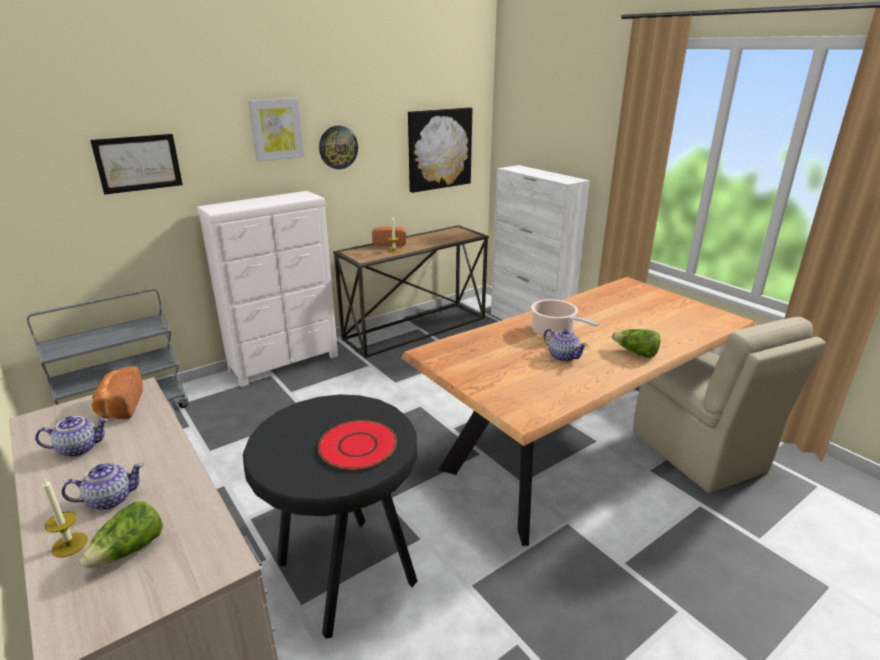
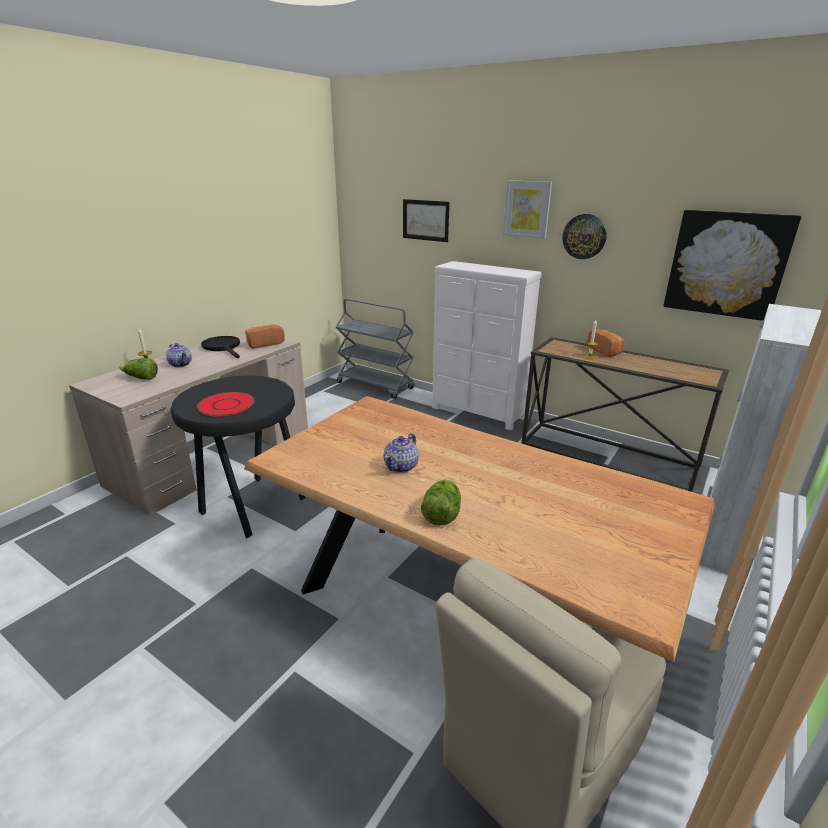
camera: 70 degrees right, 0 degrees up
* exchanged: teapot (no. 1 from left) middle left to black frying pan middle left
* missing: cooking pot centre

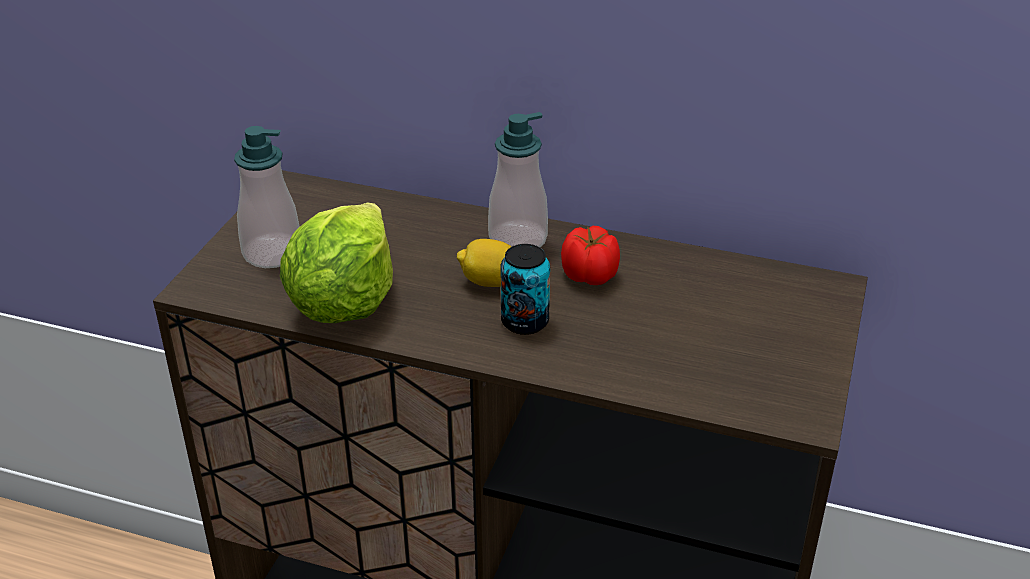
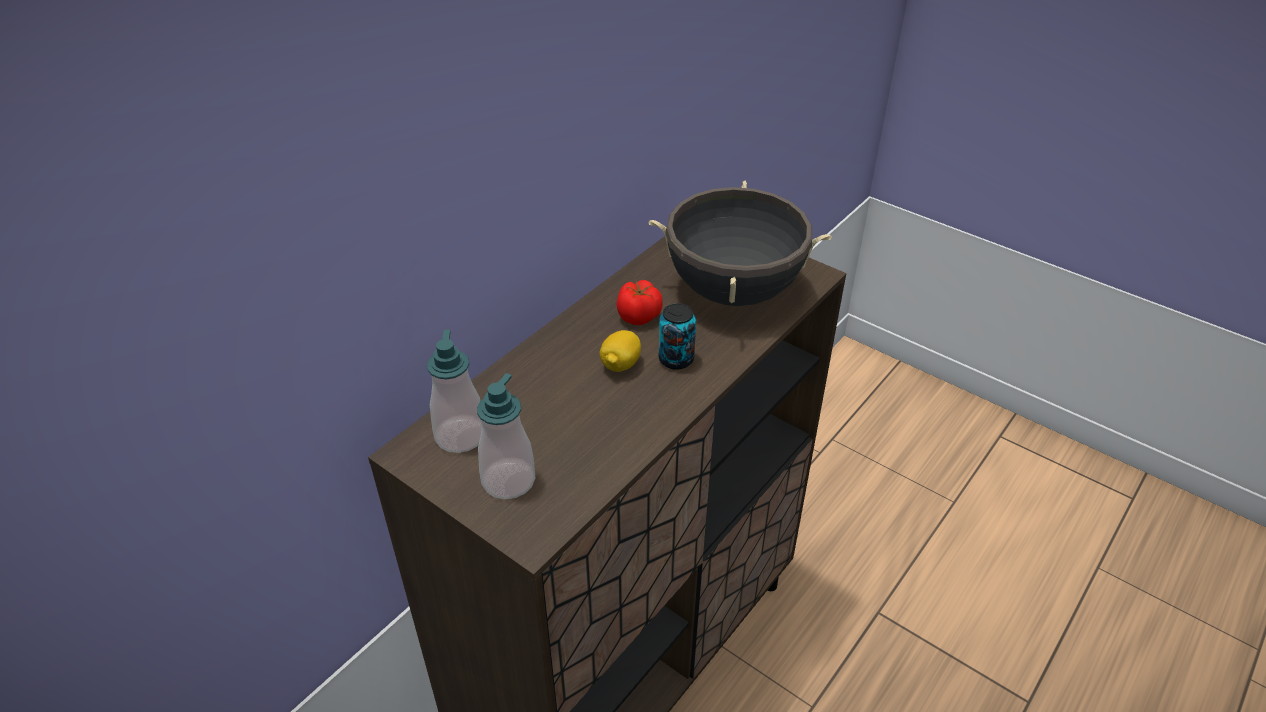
camera: 70 degrees left, 5 degrees up
* relocated: soap dispenser (no. 2 from left in the first image) top centre to soap dispenser (no. 1 from left) centre
* appeared: black cooking pot centre
* missing: lettuce middle left

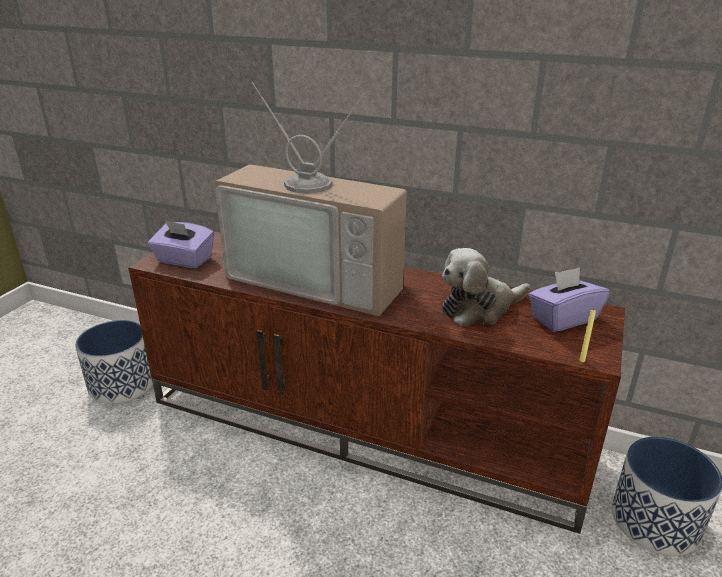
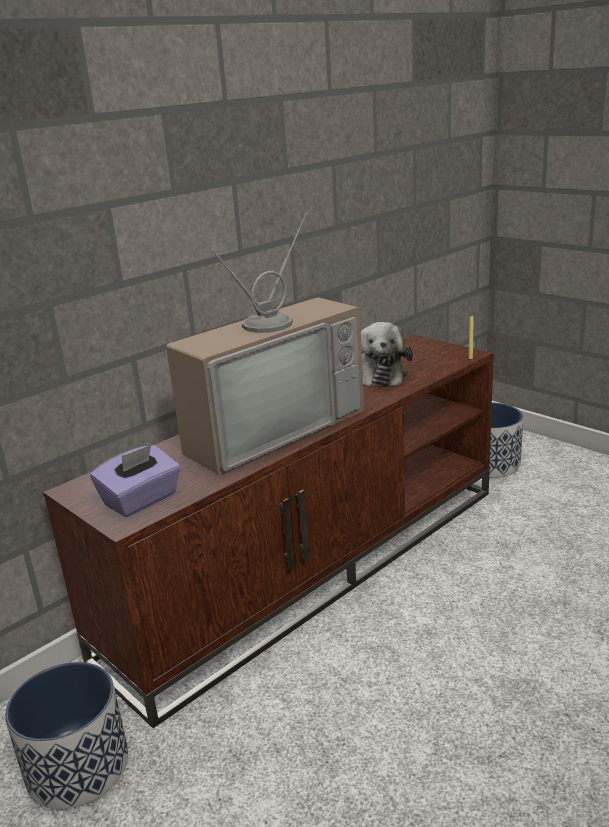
camera: 65 degrees left, 5 degrees down
* missing: purple tissue box (no. 2 from left) middle right

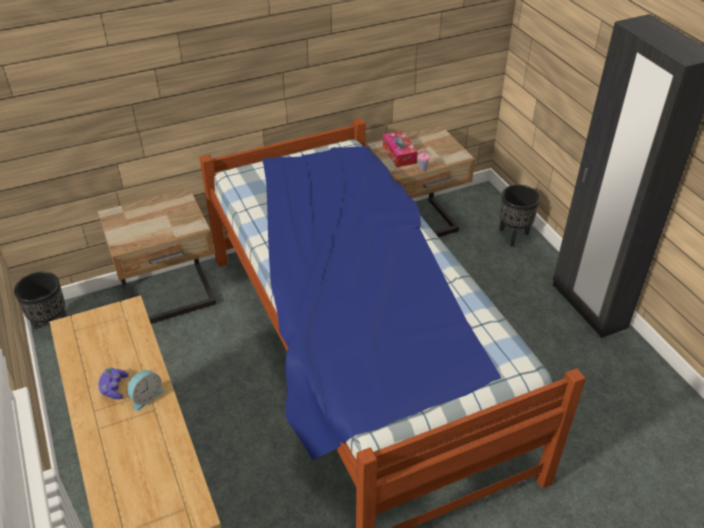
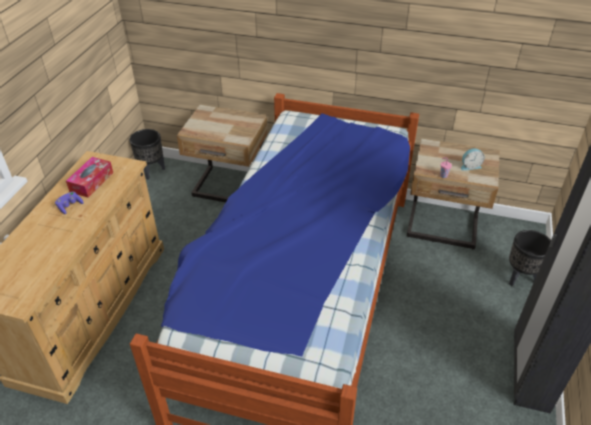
camera: 40 degrees right, 0 degrees up
* relocated: tissue box top centre to middle left
* relocated: alarm clock bottom left to middle right

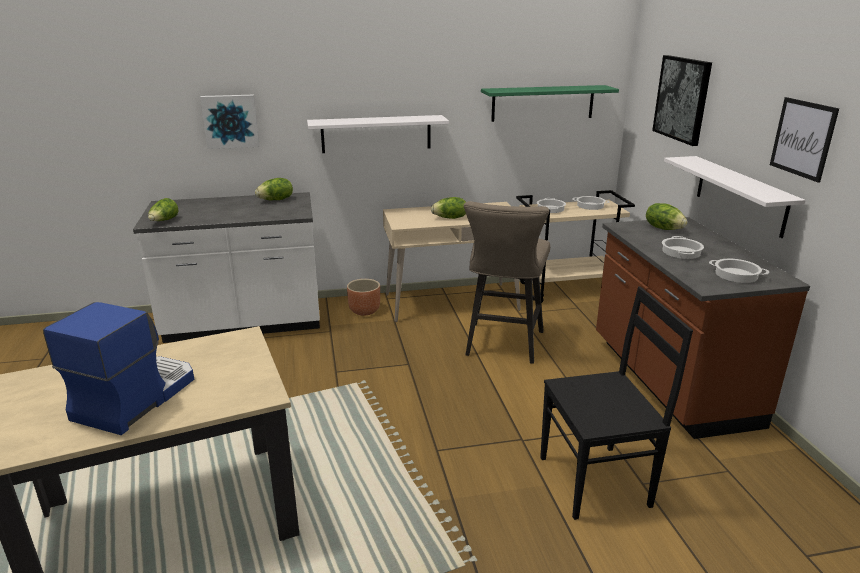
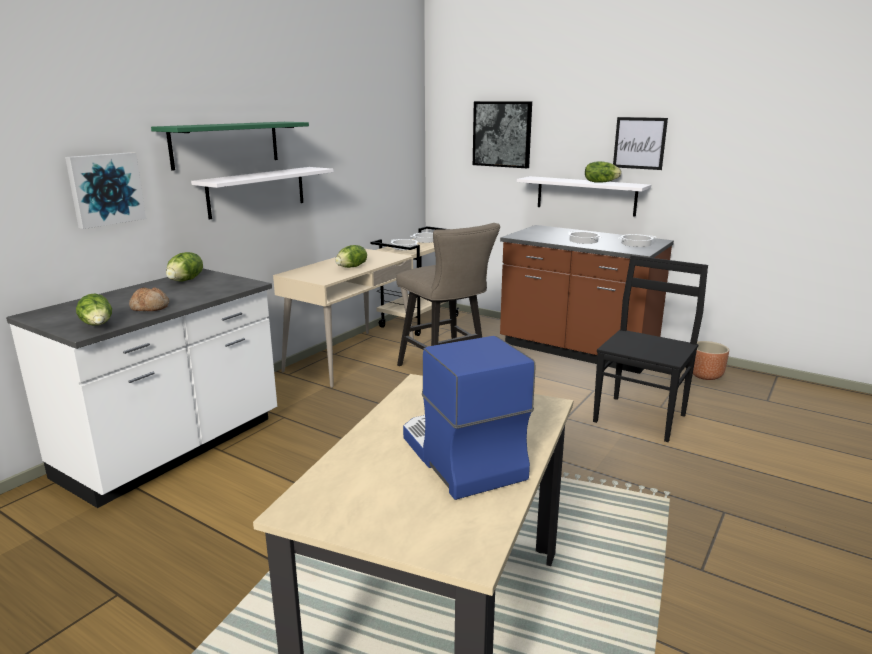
camera: 45 degrees left, 5 degrees down
* appeared: bread middle left
* relocated: green shelf top centre to top left
* relocated: lettuce (no. 4 from left) middle right to top right
* relocated: brown planter centre to middle right

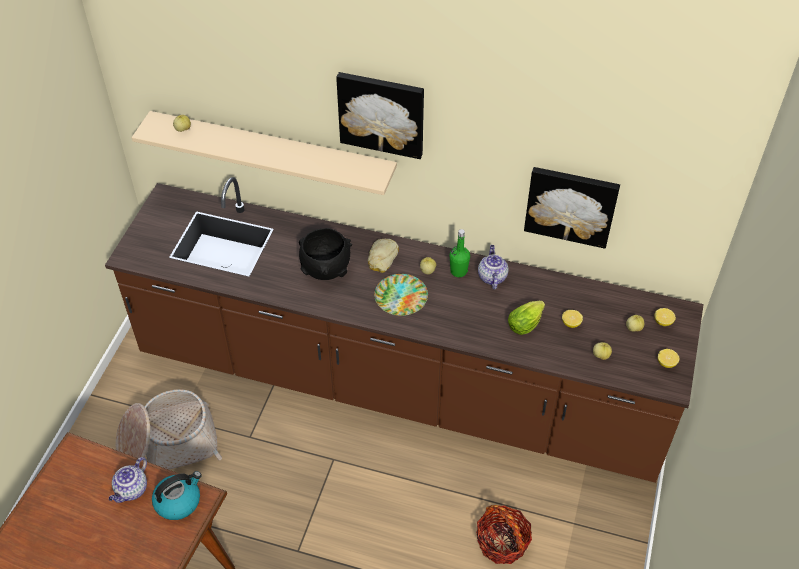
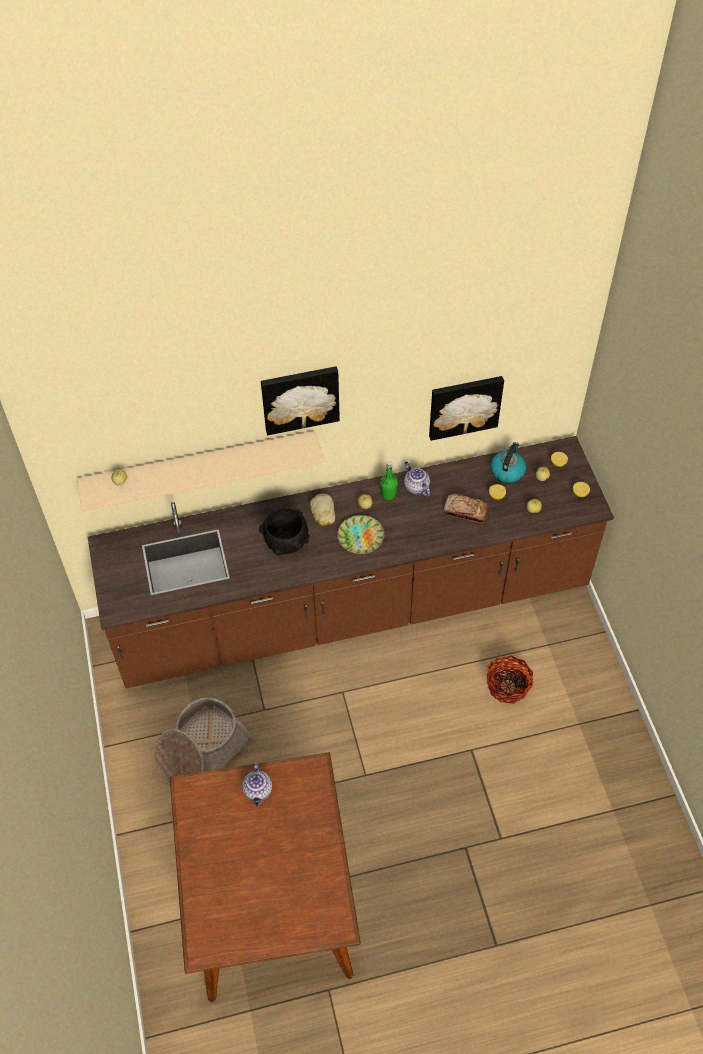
camera: 30 degrees left, 5 degrees up
* exchanged: lettuce centre to bread (no. 2 from left) centre
* relocated: kettle bottom left to middle right

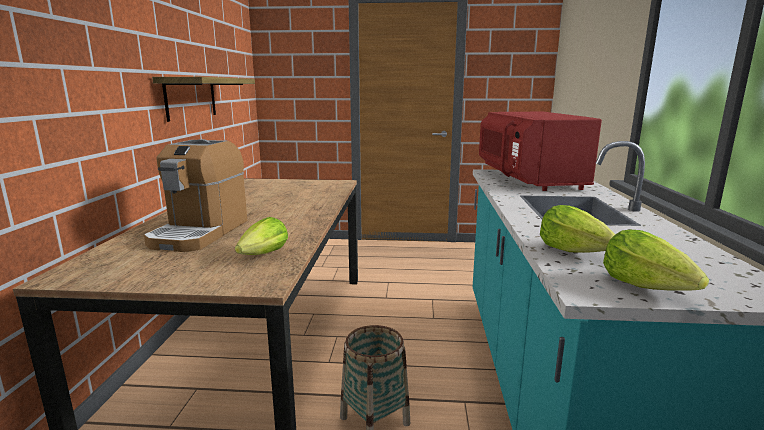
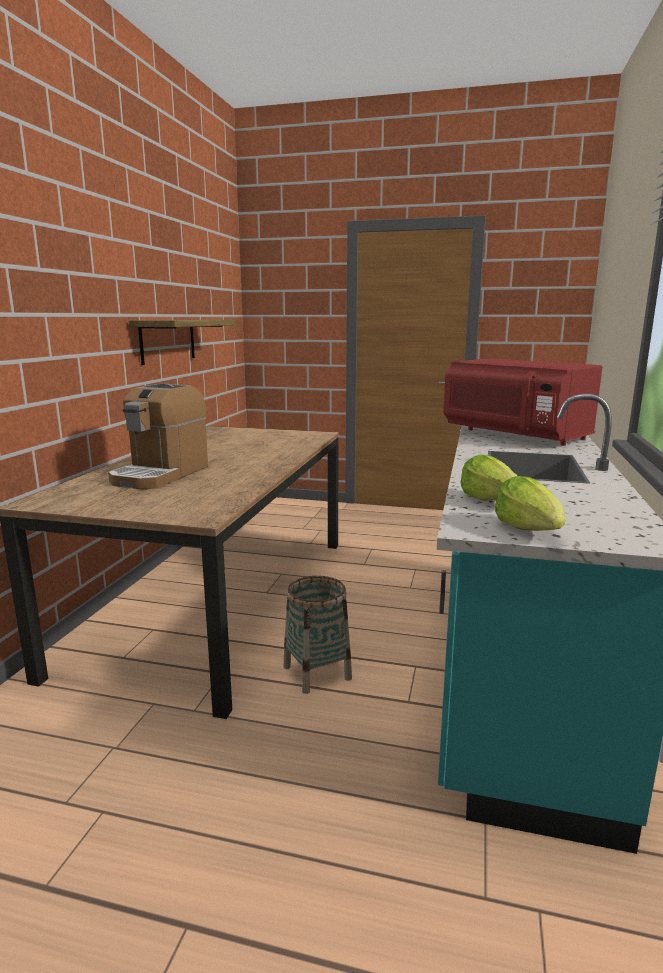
camera: 10 degrees right, 0 degrees up
* spun: red microwave middle right = middle right 45 degrees counterclockwise
* missing: lettuce (no. 1 from left) centre

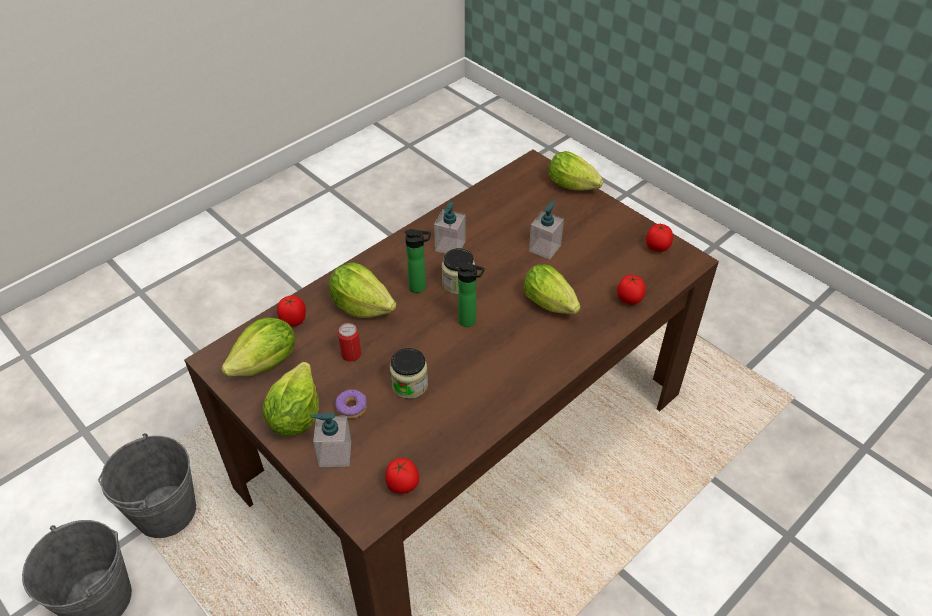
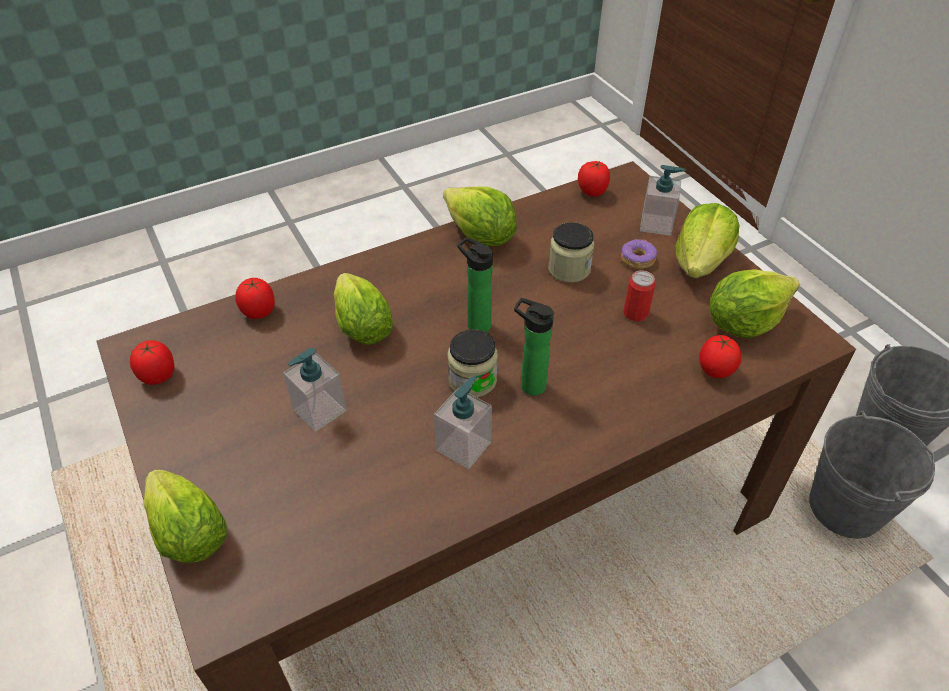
camera: 165 degrees left, 0 degrees up
* relocated: lettuce (no. 3 from left) centre to top centre

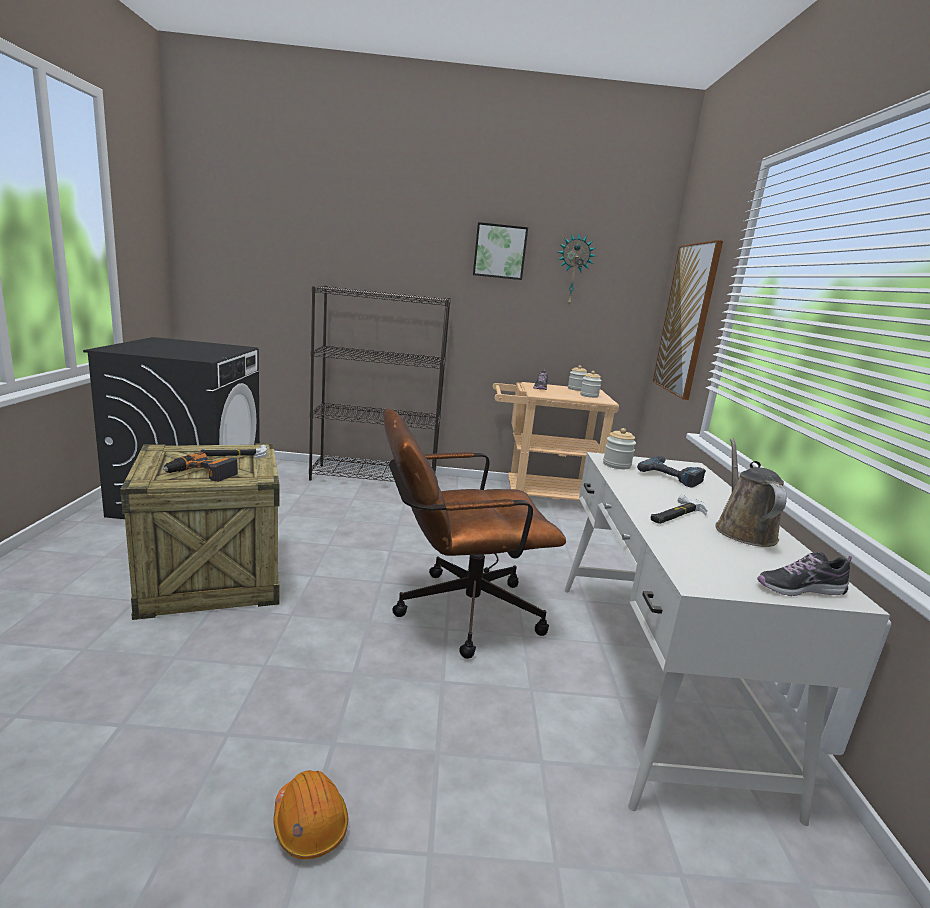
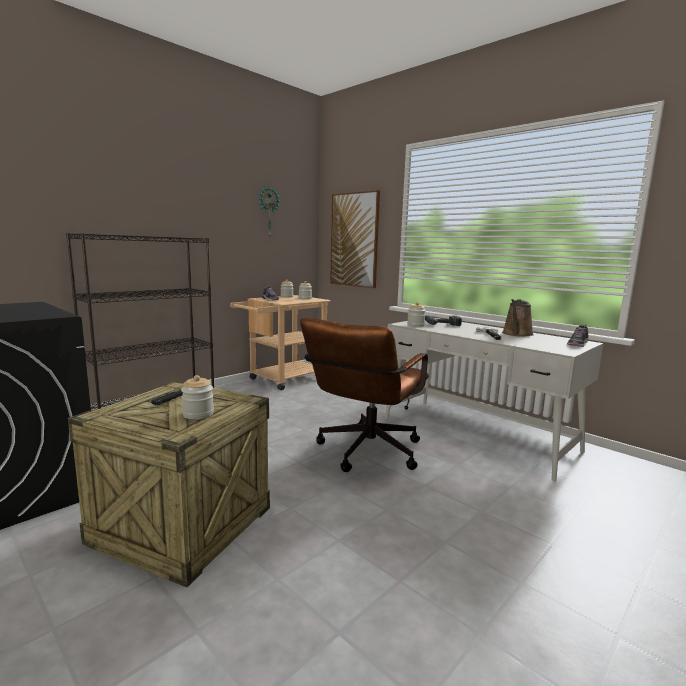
camera: 45 degrees left, 5 degrees down
* exchanged: power drill (no. 1 from left) middle left to jar (no. 1 from left) middle left
* spun: brown watering can middle right = middle right 105 degrees counterclockwise
* missing: orange hard hat bottom centre
* missing: picture (no. 1 from left) top centre

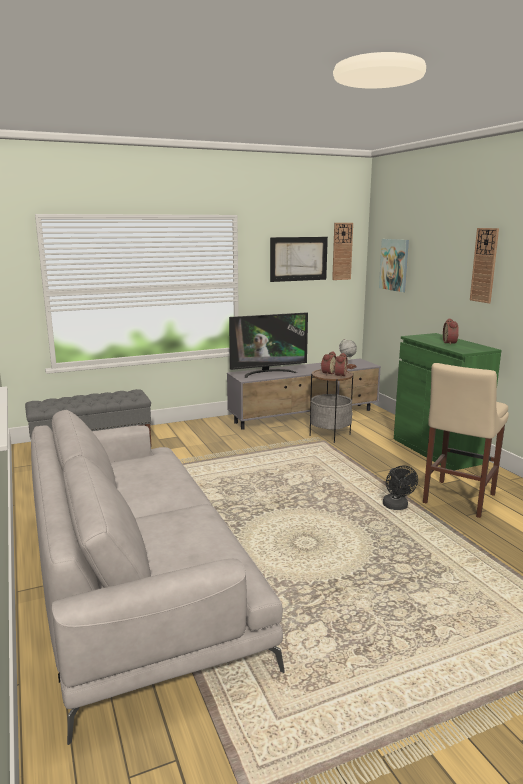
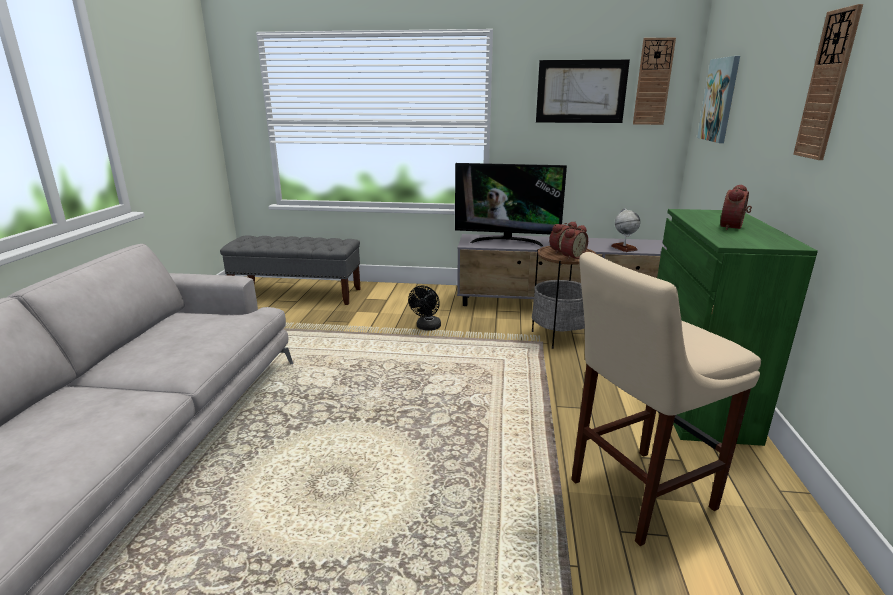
camera: 30 degrees right, 5 degrees up
* relocated: black fan middle right to centre

